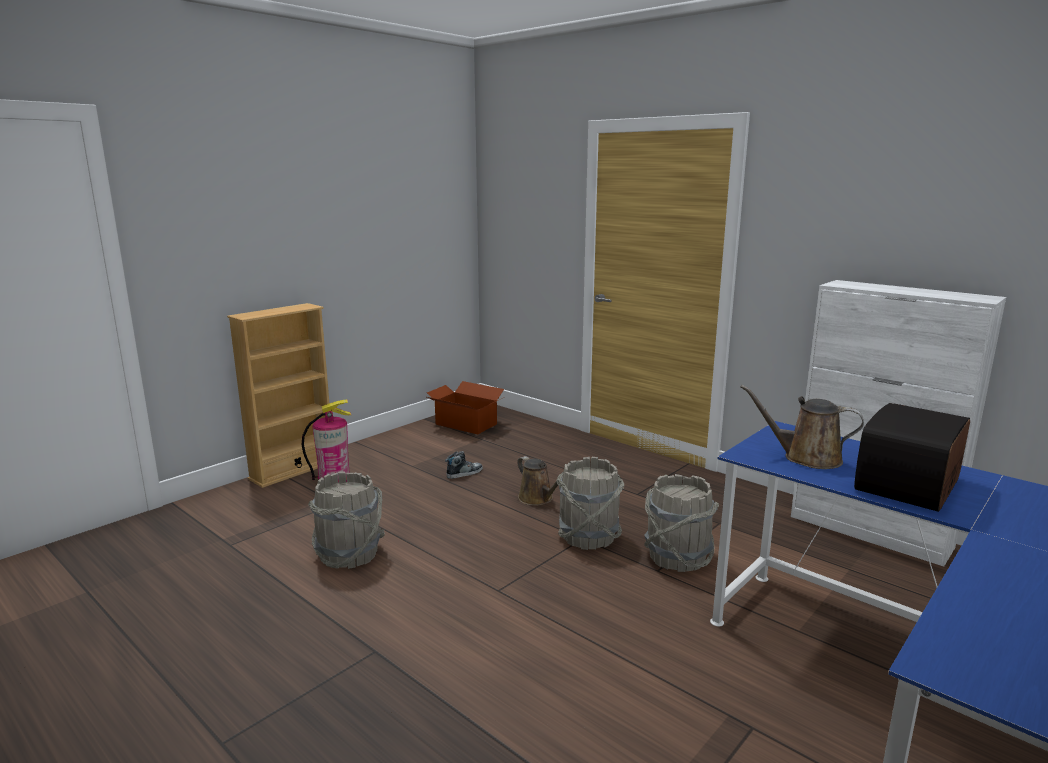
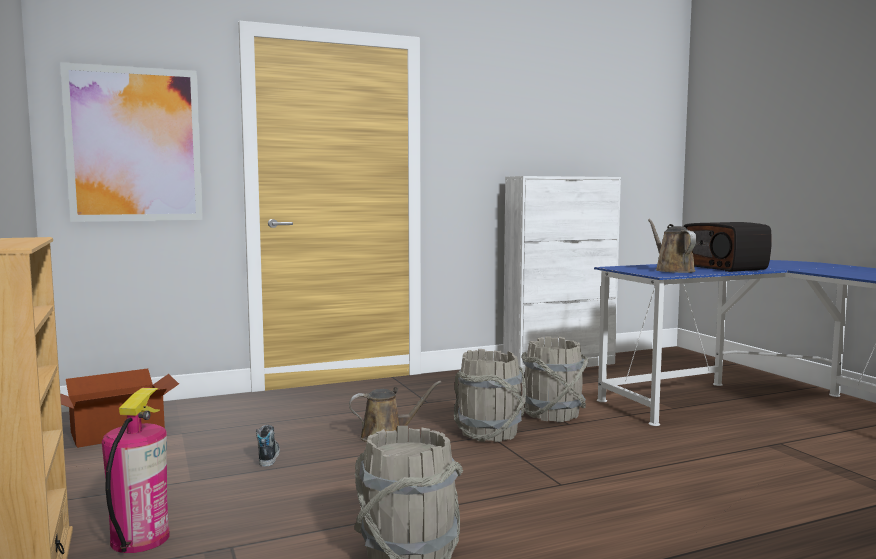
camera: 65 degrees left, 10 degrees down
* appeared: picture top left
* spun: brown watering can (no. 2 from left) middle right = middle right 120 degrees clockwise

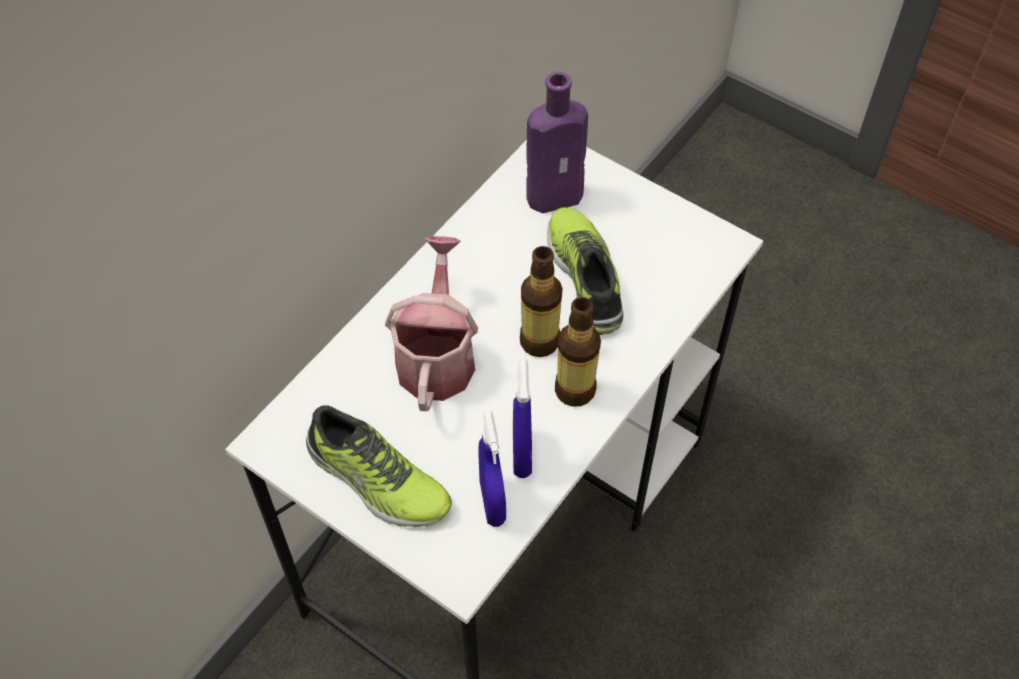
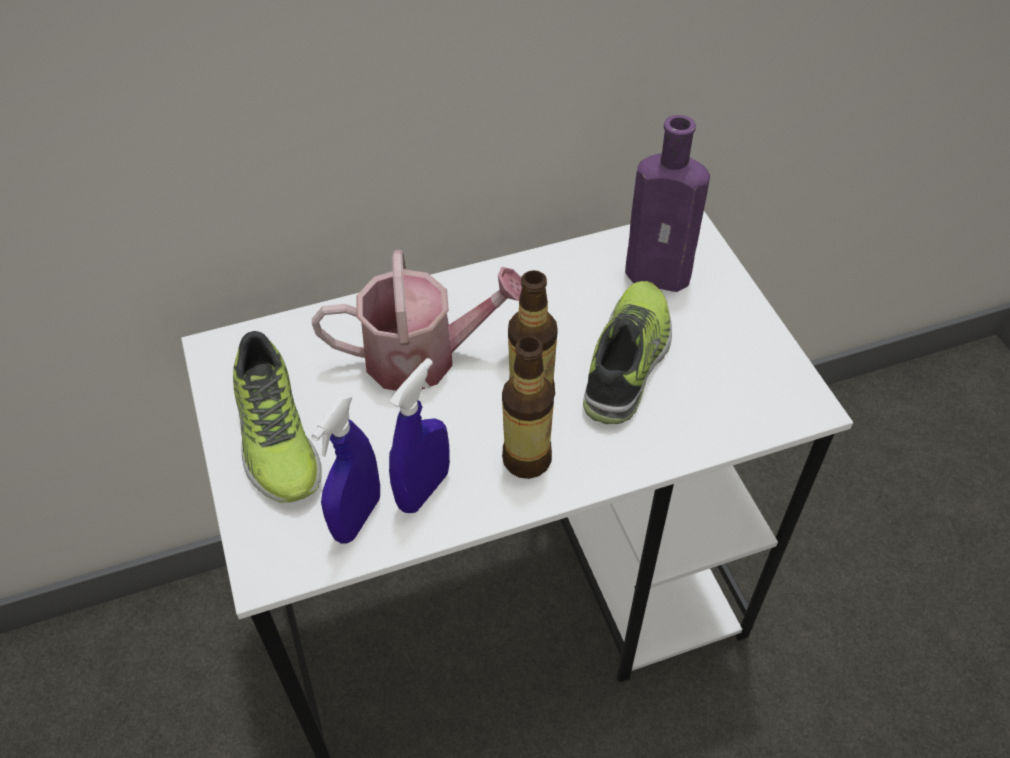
camera: 35 degrees right, 5 degrees down
* spun: watering can centre = centre 45 degrees clockwise

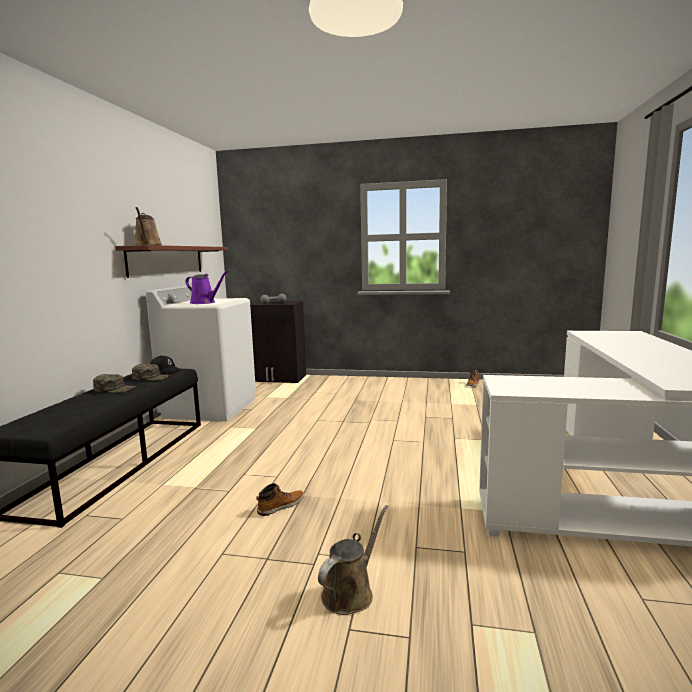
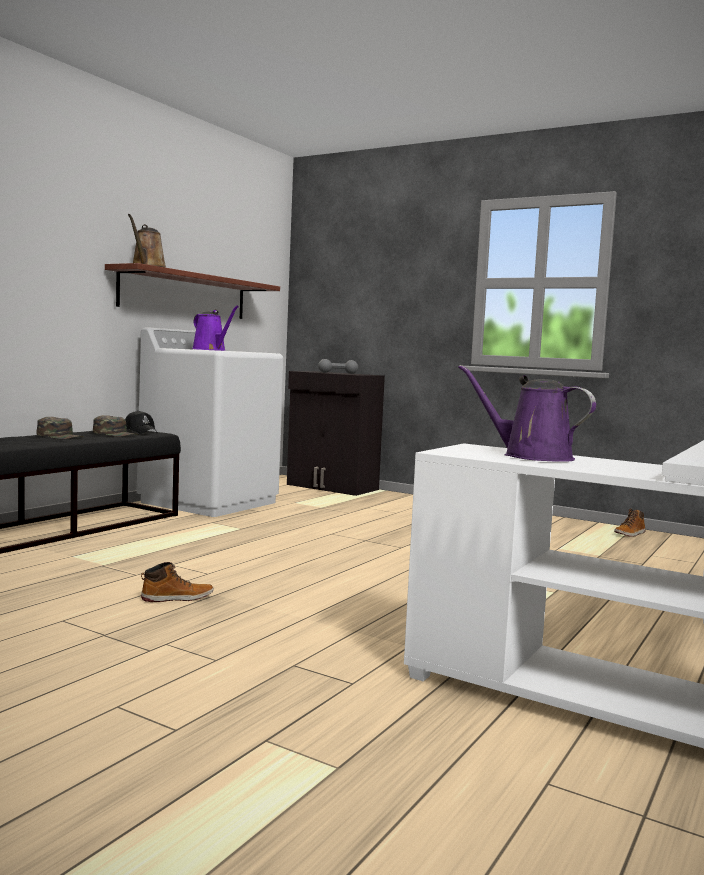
camera: 20 degrees right, 5 degrees down
* appeared: purple watering can (no. 2 from left) middle right
* missing: brown watering can (no. 2 from left) bottom centre

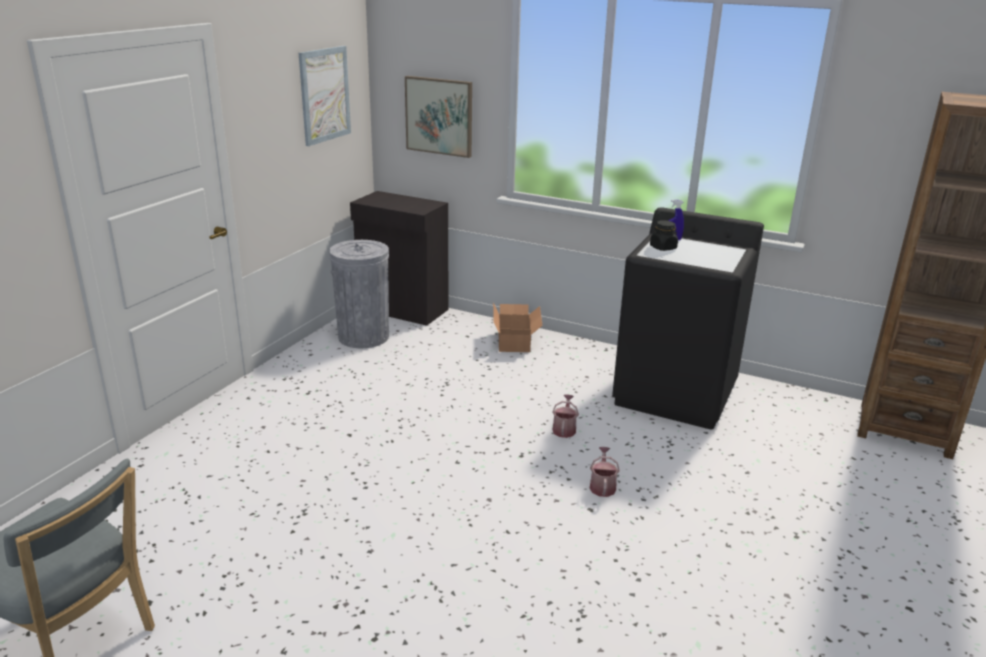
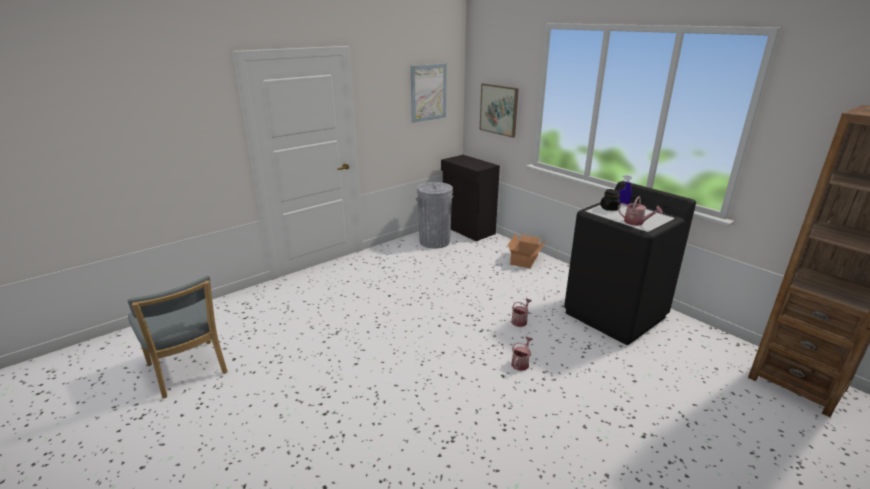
camera: 25 degrees right, 0 degrees up
* appeared: watering can (no. 3 from left) middle right

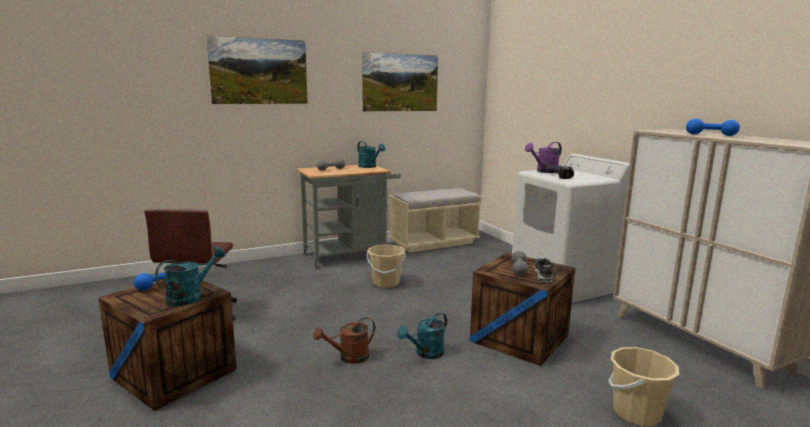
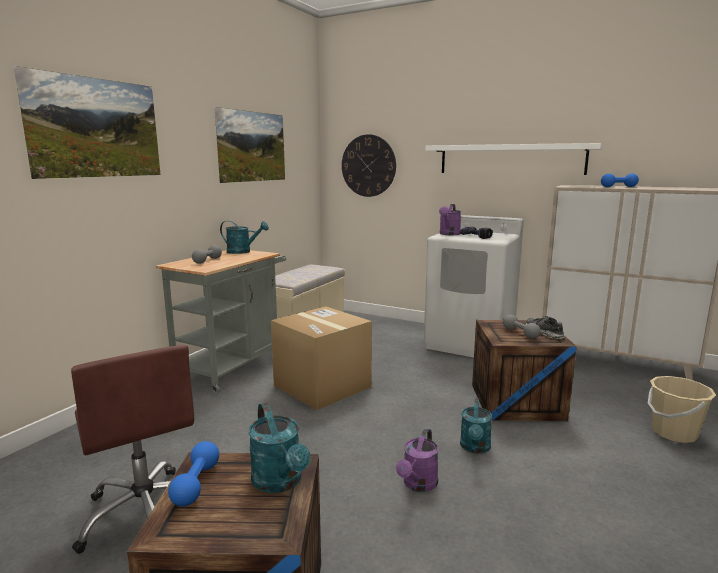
camera: 35 degrees left, 0 degrees up
* spun: turquoise watering can (no. 1 from left in the first image) middle left = bottom centre 150 degrees clockwise
* exchanged: beige bucket (no. 1 from left) centre to cardboard box centre
* appeared: wall clock top centre
* colour: brown watering can bottom centre to purple watering can (no. 1 from left) bottom centre
* appeared: white shelf top right

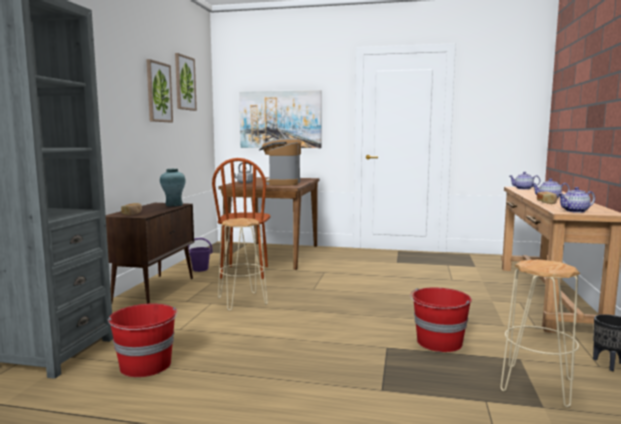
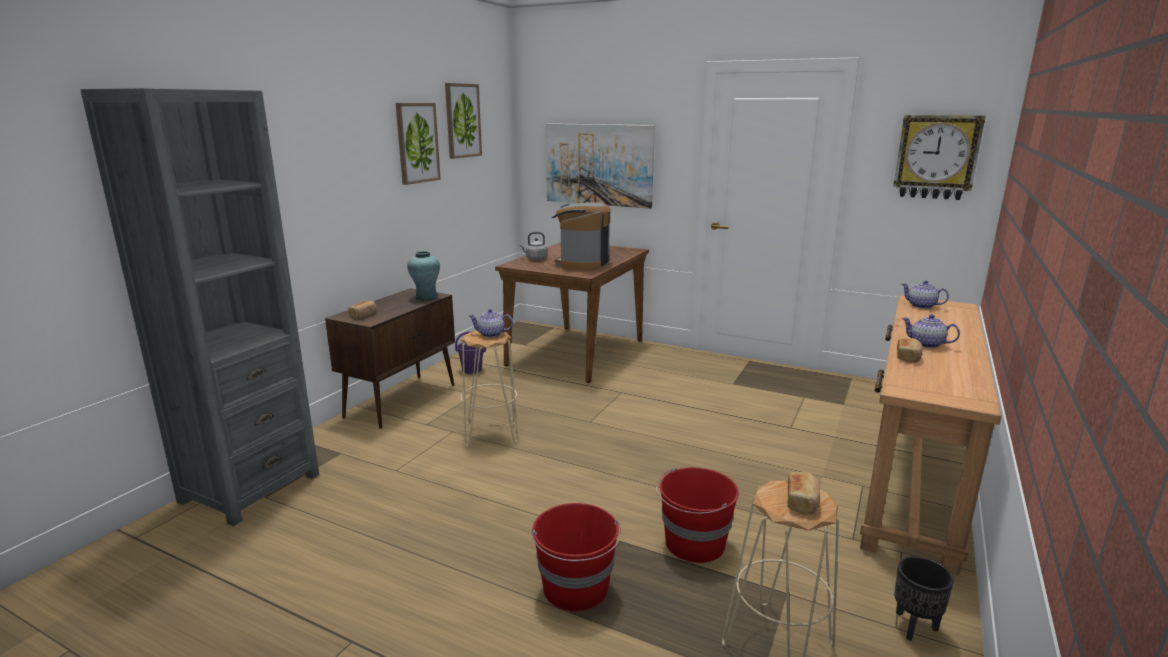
camera: 15 degrees right, 10 degrees up
* relocated: teapot (no. 3 from left in the first image) middle right to teapot (no. 1 from left) centre
* relocated: red bucket (no. 1 from left) bottom left to bottom centre
* appeared: bread (no. 2 from left) bottom right
* appeared: wall clock top right
* missing: brown chair centre

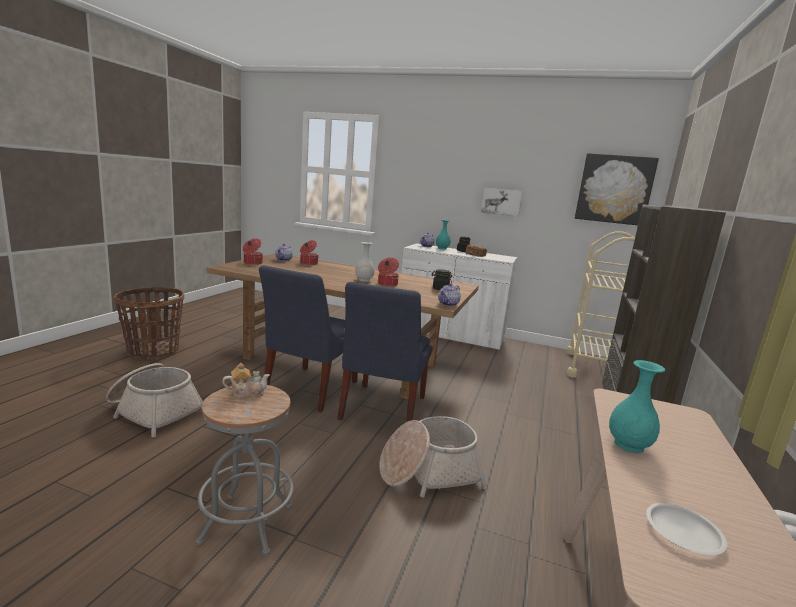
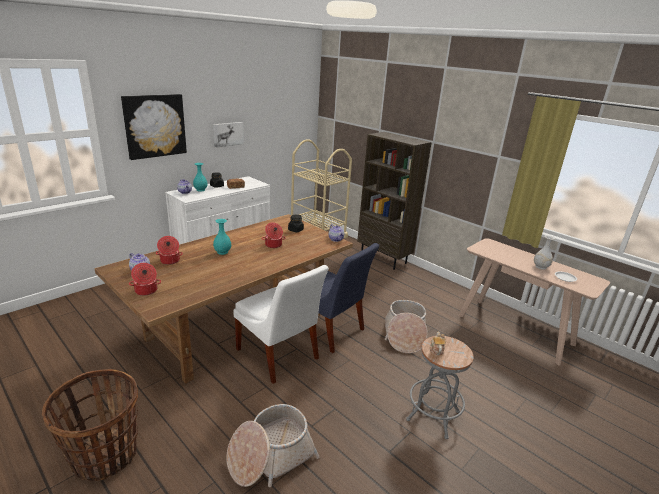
camera: 65 degrees left, 10 degrees up
* relocated: picture (no. 2 from left in the first image) top right to picture (no. 1 from left) top left
* relocated: turquoise vase (no. 2 from left) bottom right to centre
* colour: blue chair (no. 1 from left) centre to white chair centre
* relocated: white vase centre to middle right

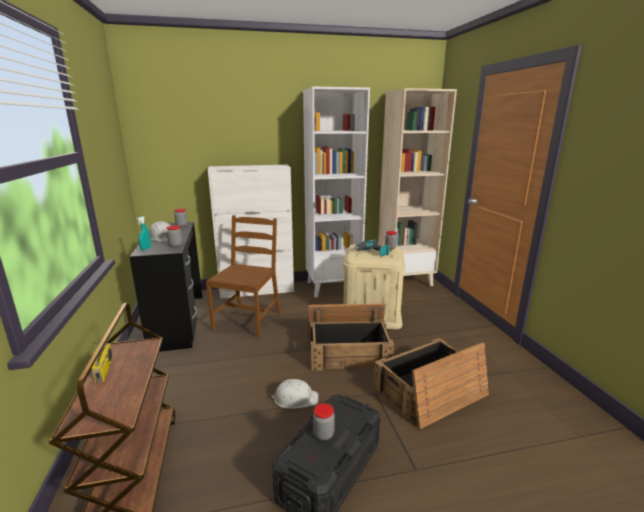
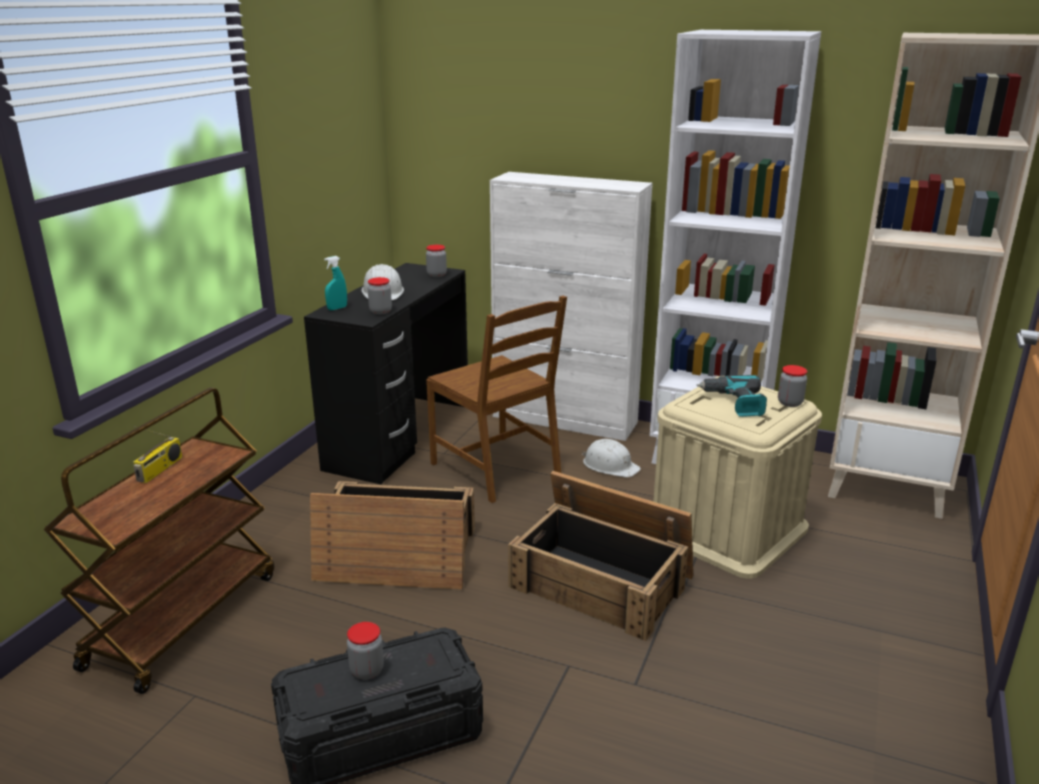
camera: 35 degrees right, 5 degrees up
* relocated: crate (no. 2 from left in the first image) bottom right to crate (no. 1 from left) bottom centre
* spun: brown chair centre = centre 90 degrees clockwise
* relocated: white hard hat (no. 2 from left) bottom centre to centre

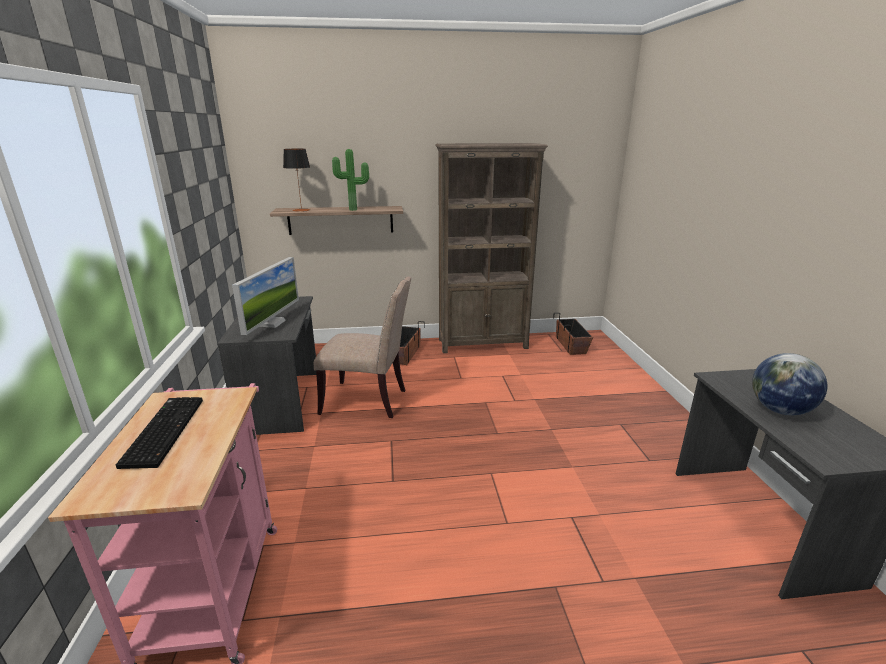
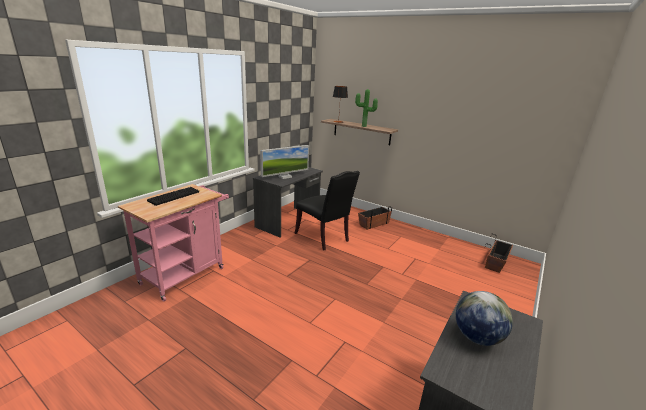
camera: 40 degrees right, 0 degrees up
* colour: beige chair centre to black chair centre
* missing: brown bookcase centre

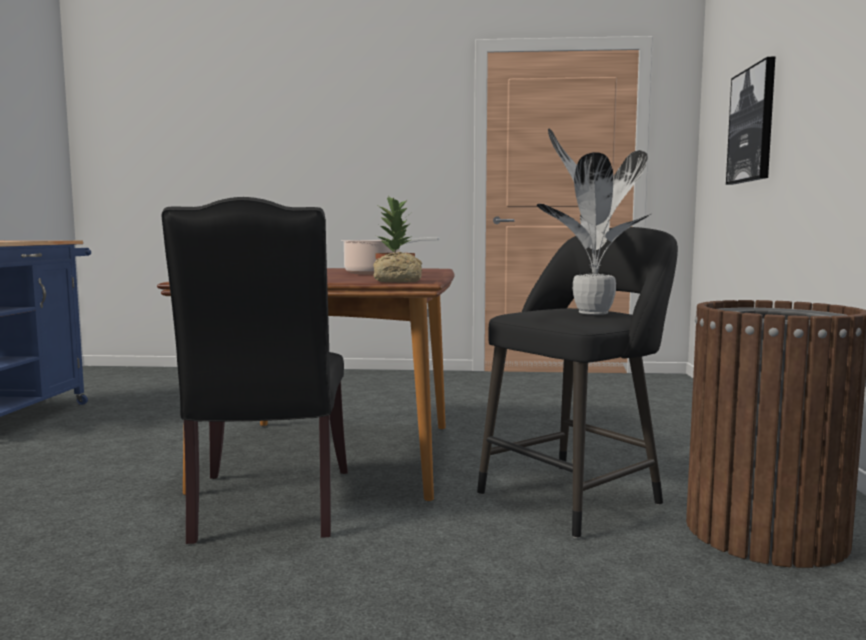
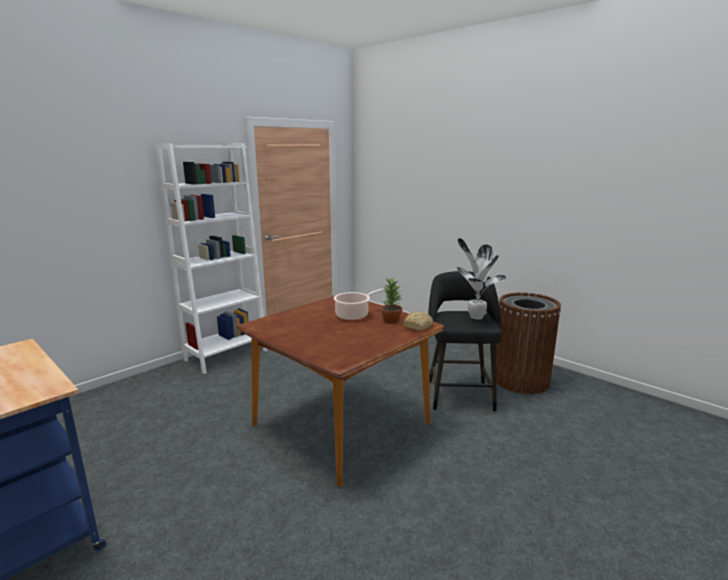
camera: 50 degrees left, 10 degrees up
* appeared: white bookcase middle left
* missing: black chair middle left
* missing: picture top right

